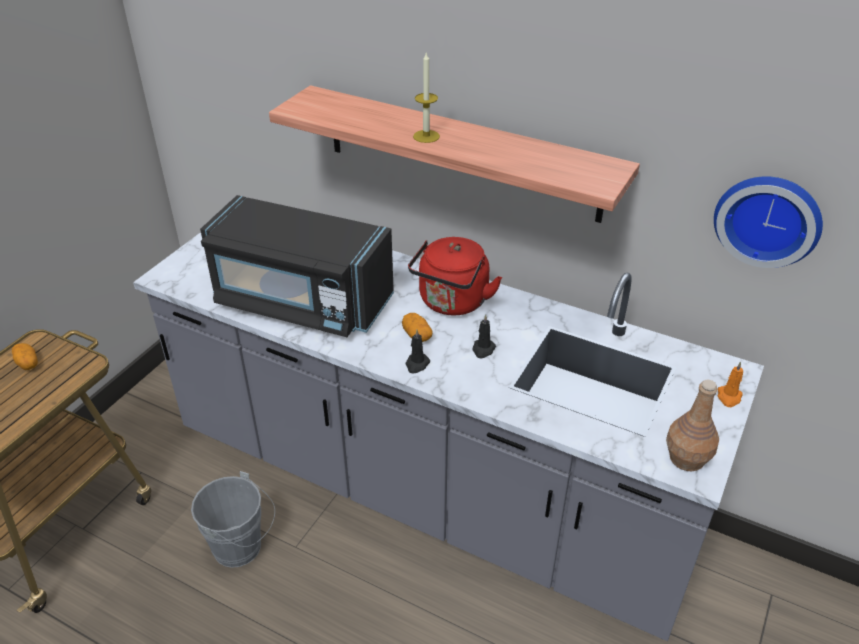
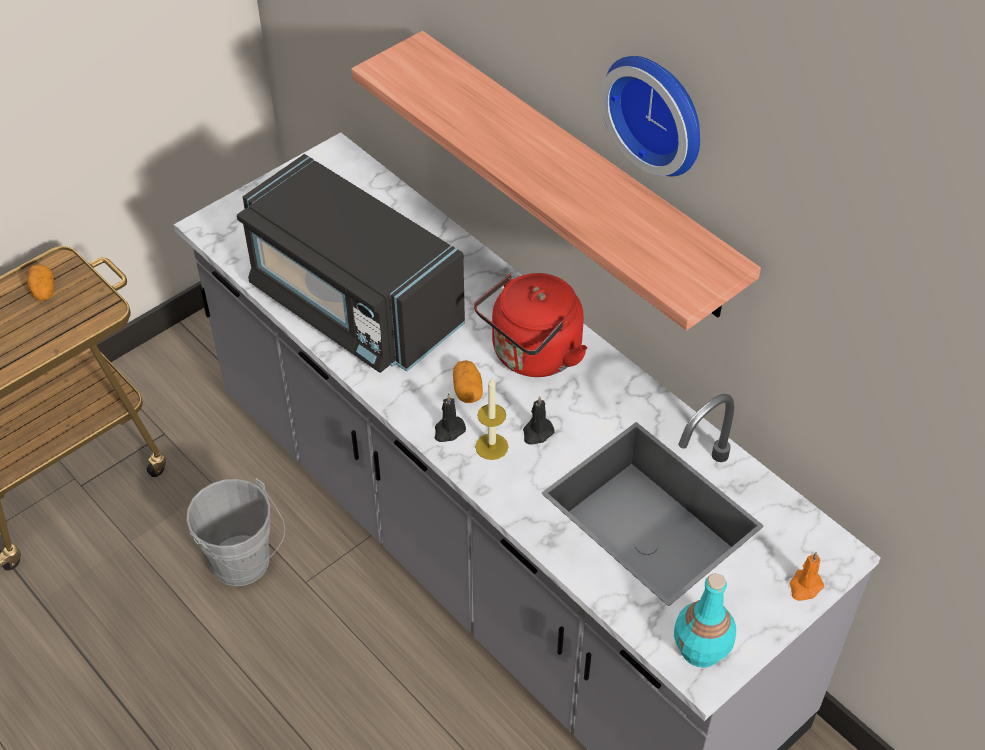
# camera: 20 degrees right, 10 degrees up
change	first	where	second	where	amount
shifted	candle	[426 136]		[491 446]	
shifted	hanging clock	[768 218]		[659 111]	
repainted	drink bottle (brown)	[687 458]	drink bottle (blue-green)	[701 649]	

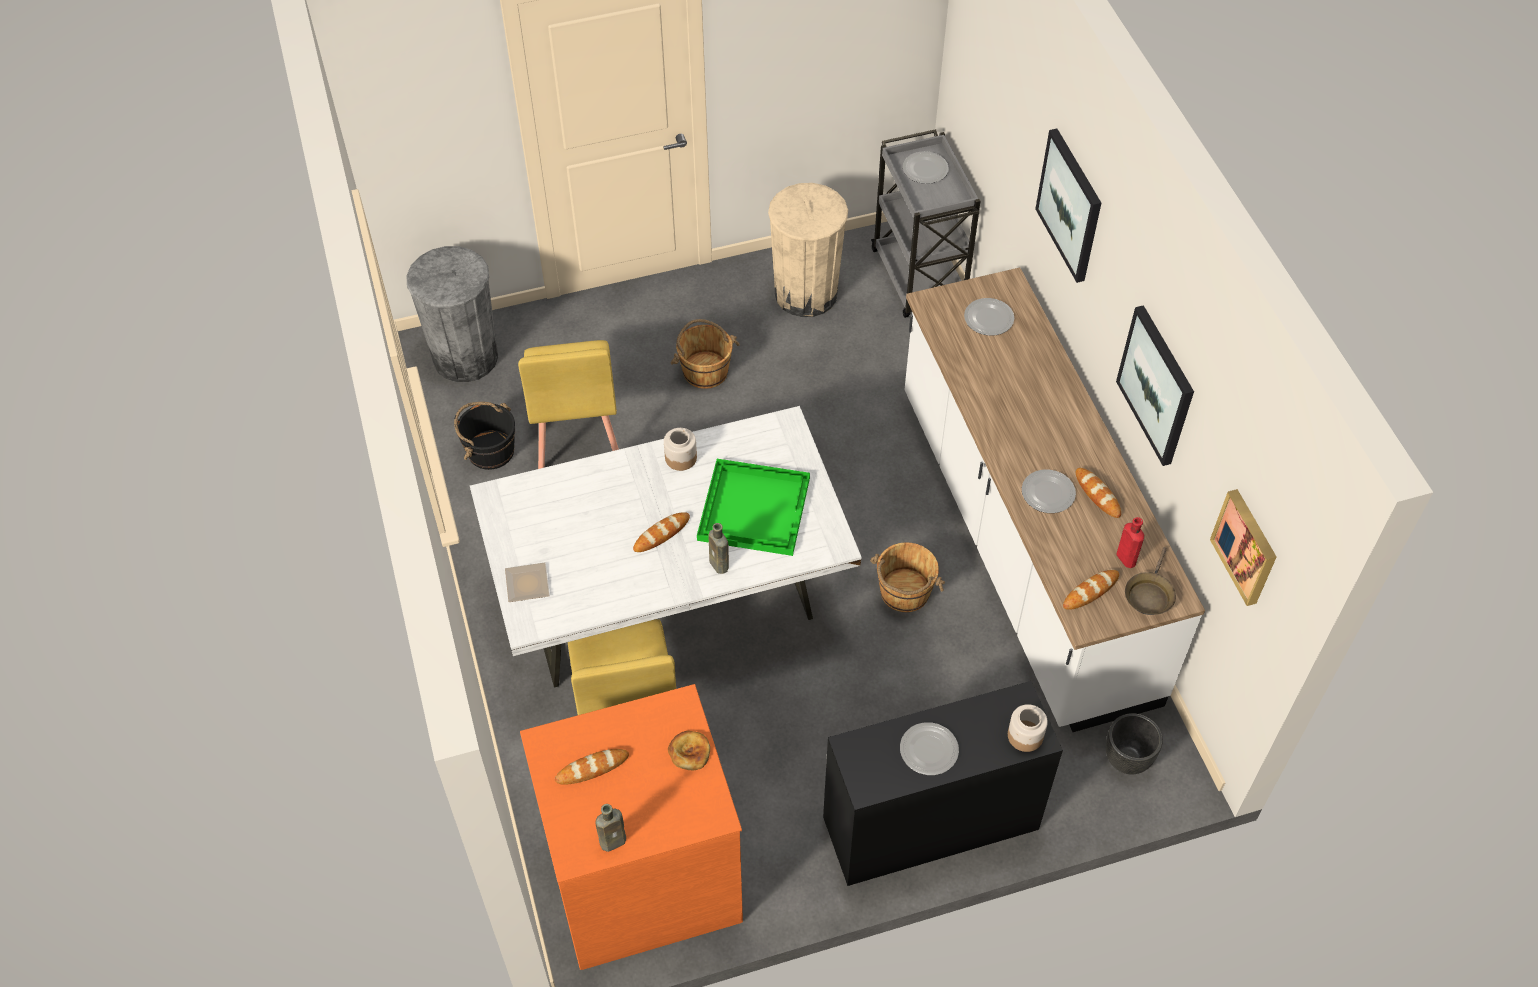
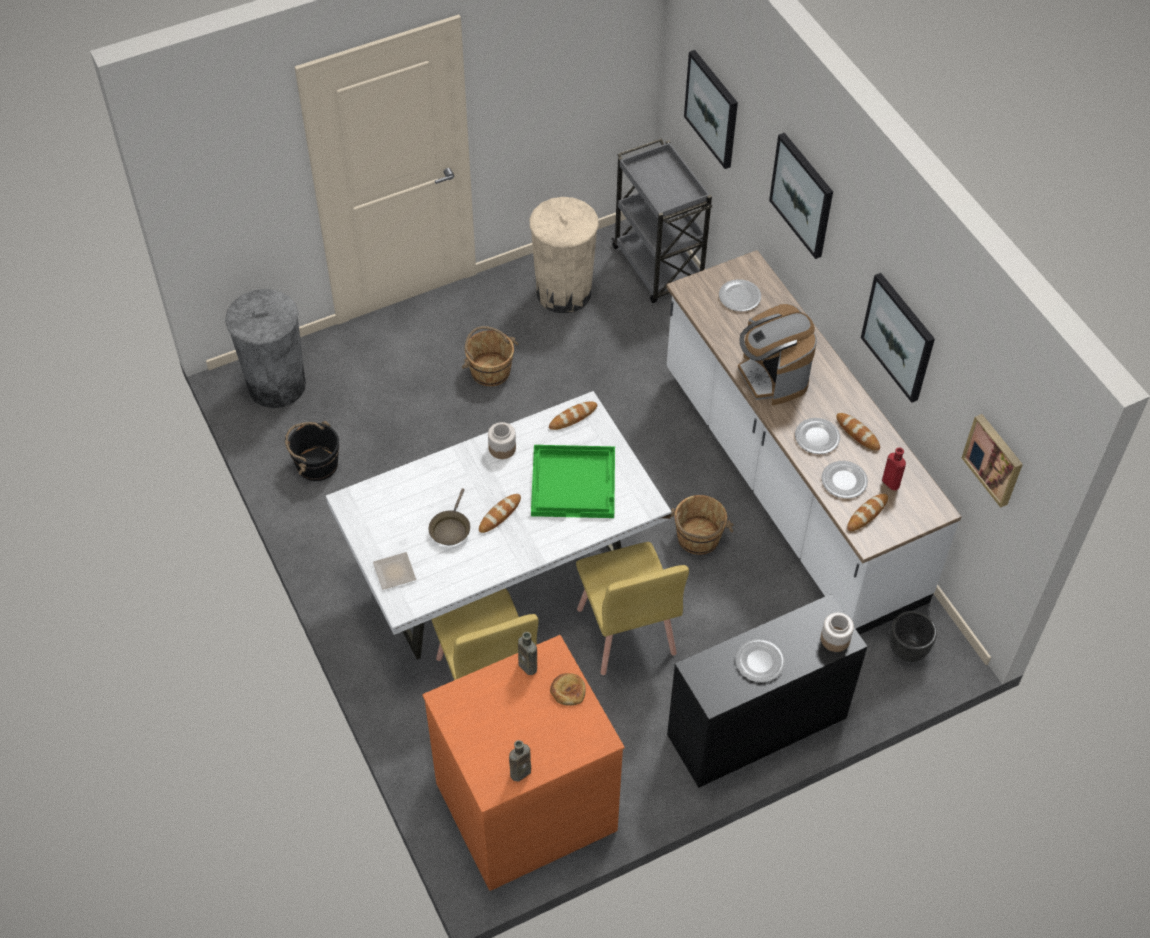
# camera: 10 degrees left, 0 degrees up
change	first	where	second	where	amount
shifted	frying pan (brown)	[1149 594]		[450 529]	
shifted	drink bottle (brown)	[720 565]		[528 667]	
shifted	bread	[592 768]		[573 417]	
shifted	plain chair (yellowish)	[576 436]		[625 632]	
new			wall picture	[712 108]	
new			coffee maker	[772 376]	
shifted	dinner plate	[925 170]		[844 481]	

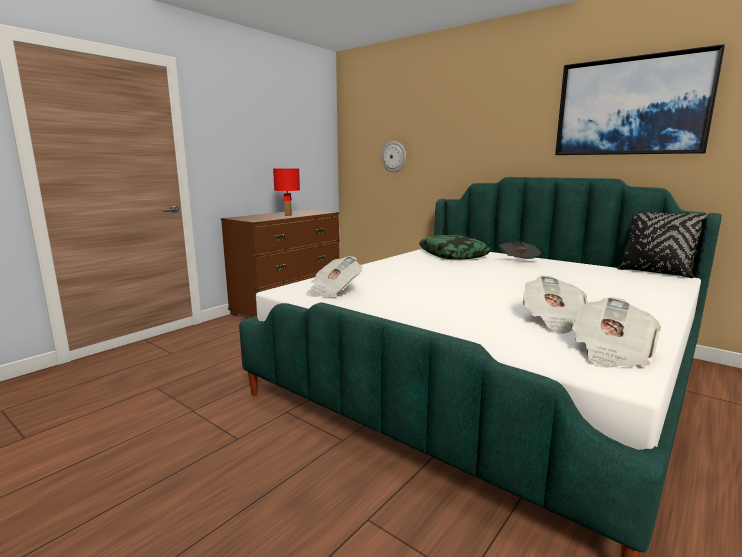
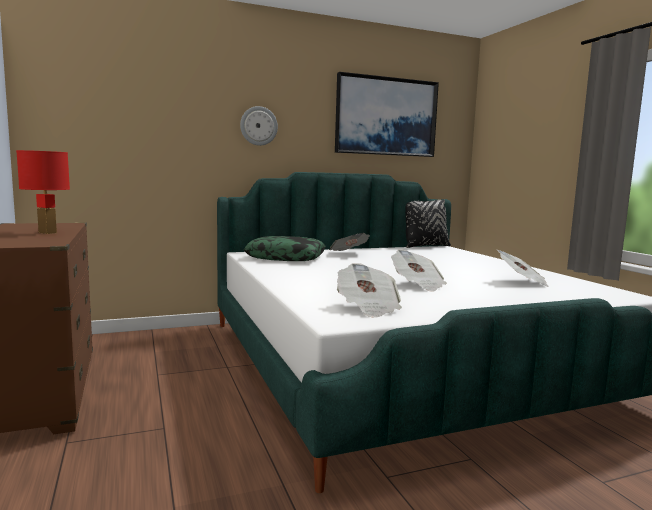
# camera: 60 degrees left, 5 degrees down
change	first	where	second	where	amount
shifted	hanging clock	[394 156]		[258 126]	
shifted	printed paper	[610 353]		[418 285]	

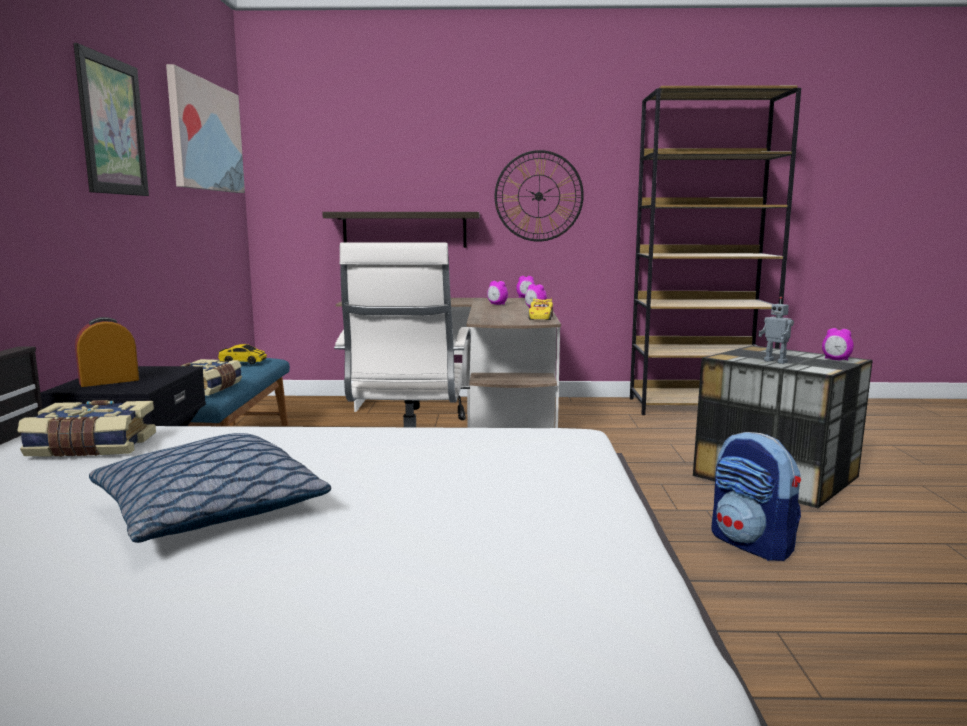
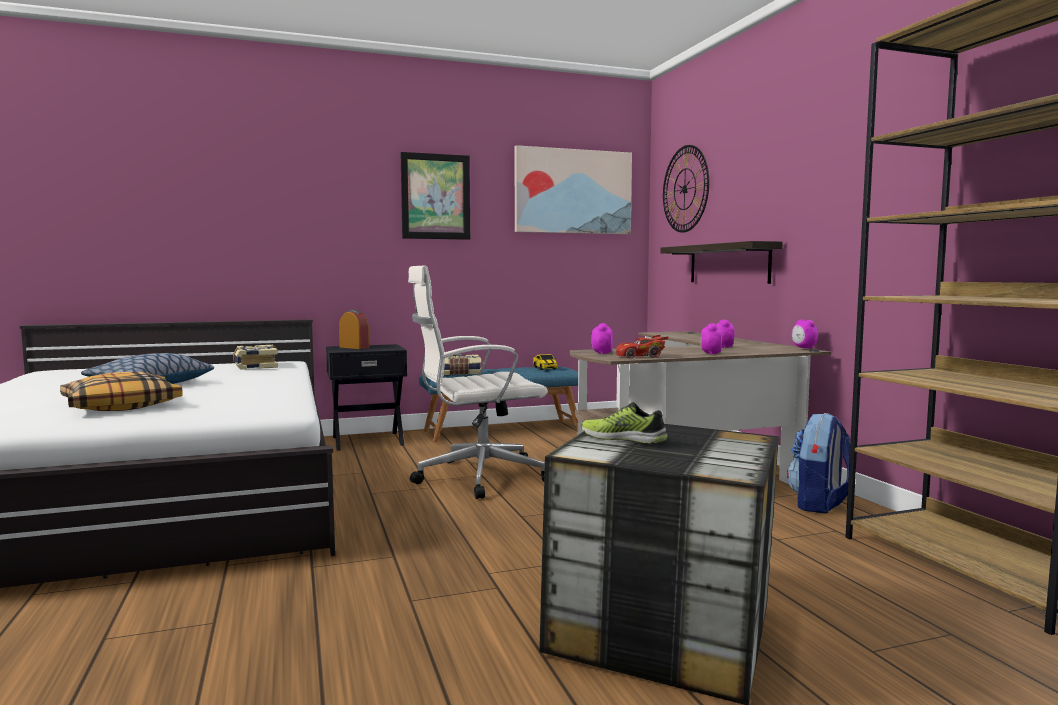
# camera: 70 degrees right, 5 degrees down
change	first	where	second	where	amount
new			pillow	[122 406]	
swapped	toy robot	[776 361]	shoe	[624 438]	
shifted	bedside clock	[836 360]		[601 353]	
repainted	model car (yellowish)	[540 318]	model car (red-coloured)	[641 357]	
shifted	hanging clock	[538 196]		[685 189]	
shifted	backpack	[752 544]		[820 504]	

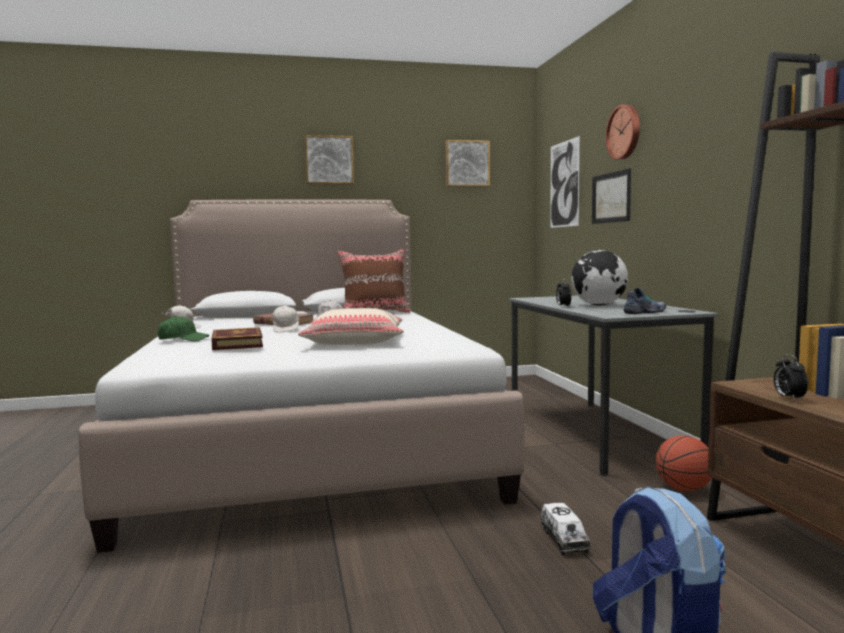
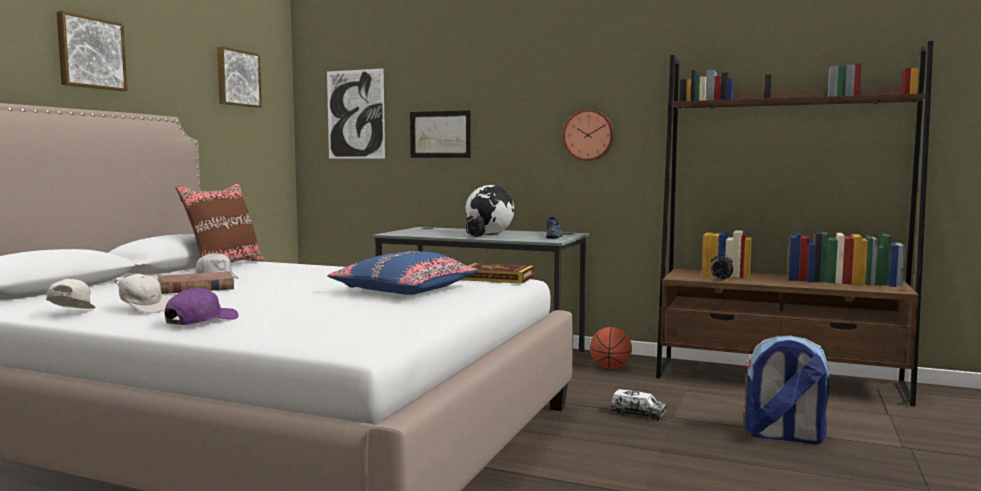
# camera: 55 degrees left, 0 degrees up
change	first	where	second	where	amount
shifted	cap (whitish)	[286 330]		[144 309]	
repainted	cap (green)	[183 339]	cap (purple-coloured)	[201 321]	
repainted	pillow (beige)	[354 342]	pillow (blue-coloured)	[405 290]	
shifted	volume	[237 343]		[497 278]	
shifted	hanging clock	[625 132]		[589 135]	

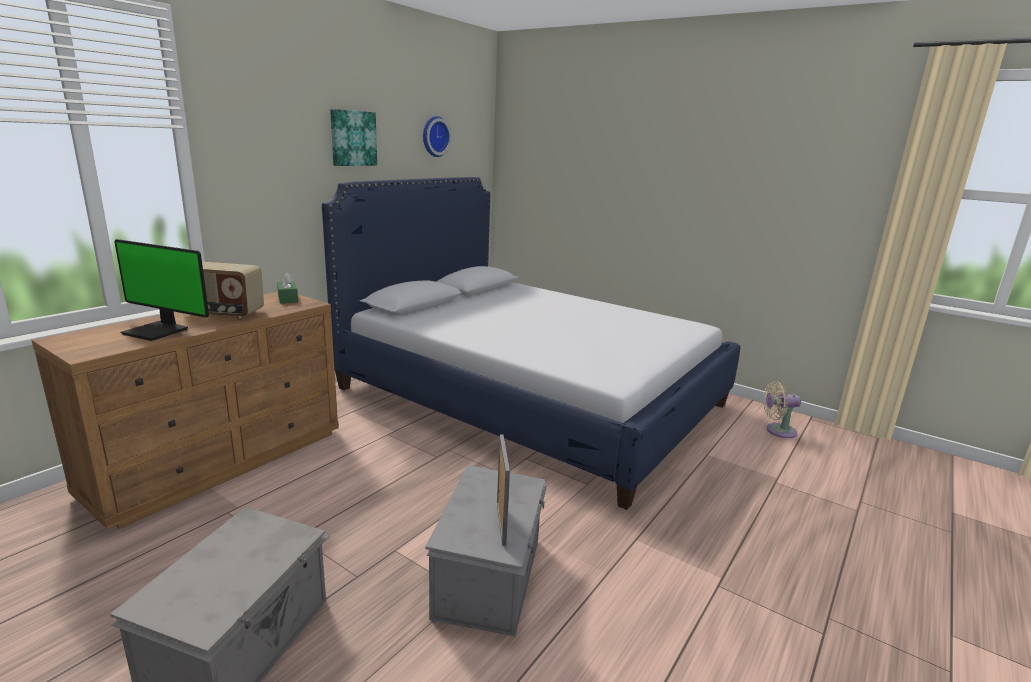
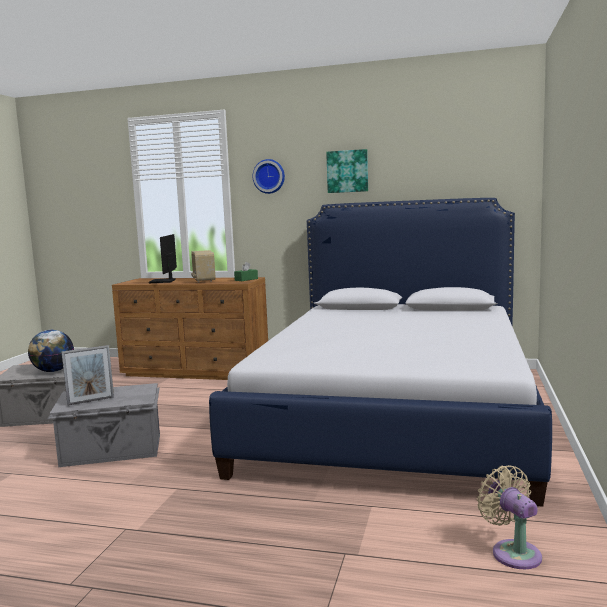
# camera: 70 degrees right, 10 degrees down
change	first	where	second	where	amount
new			desk globe	[53 371]	
shifted	hanging clock	[434 136]		[269 176]	

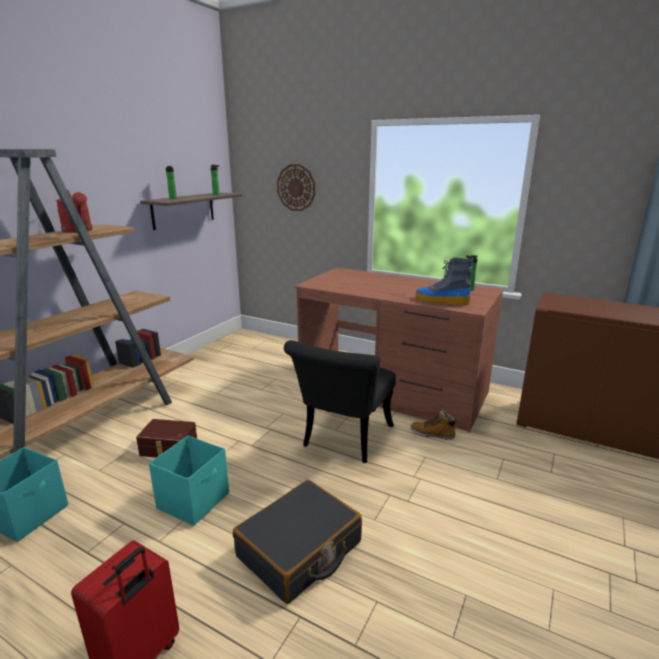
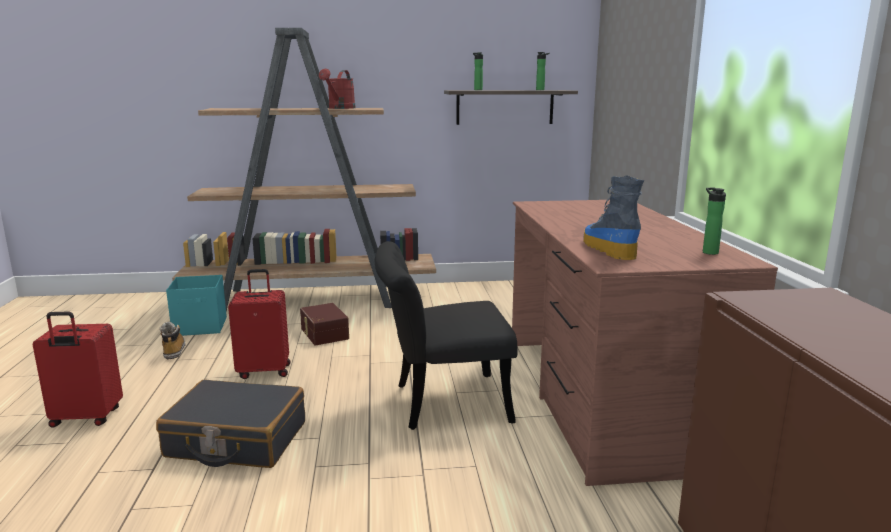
# camera: 55 degrees right, 5 degrees down
change	first	where	second	where	amount
shifted	boot	[432 434]		[173 350]	
swapped	storage bin (blue-green)	[194 500]	travel case (red-coloured)	[264 371]	
gone	hanging clock	[296 187]			

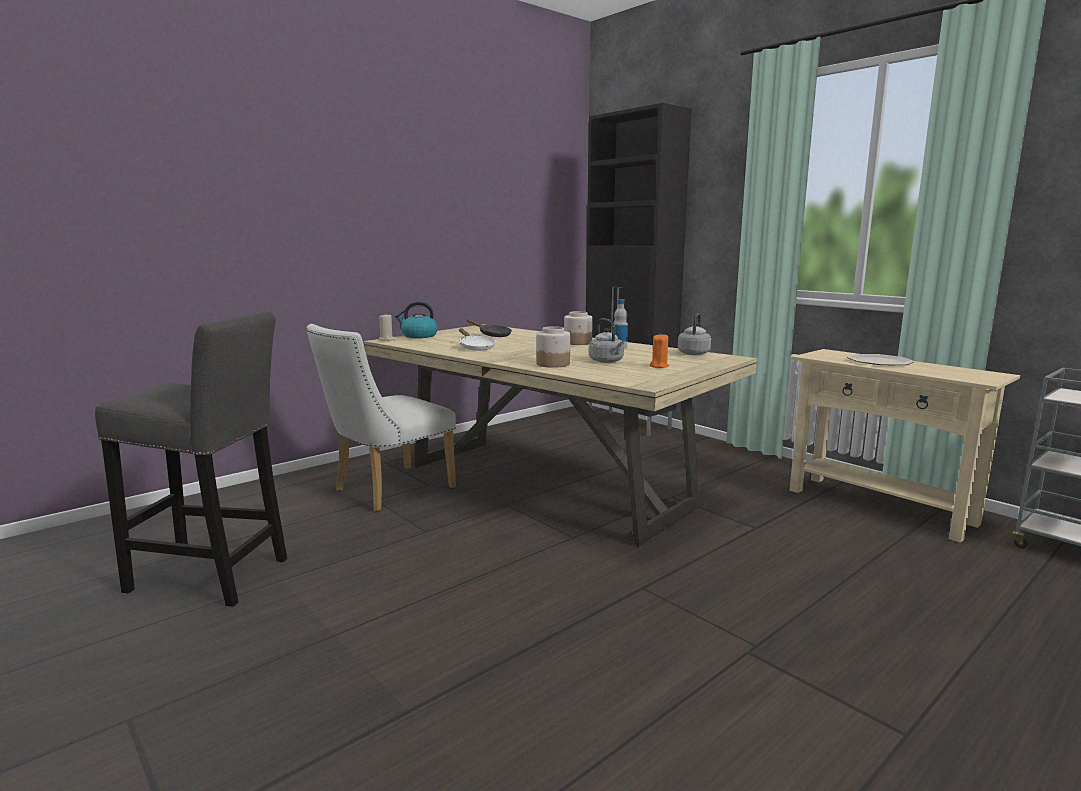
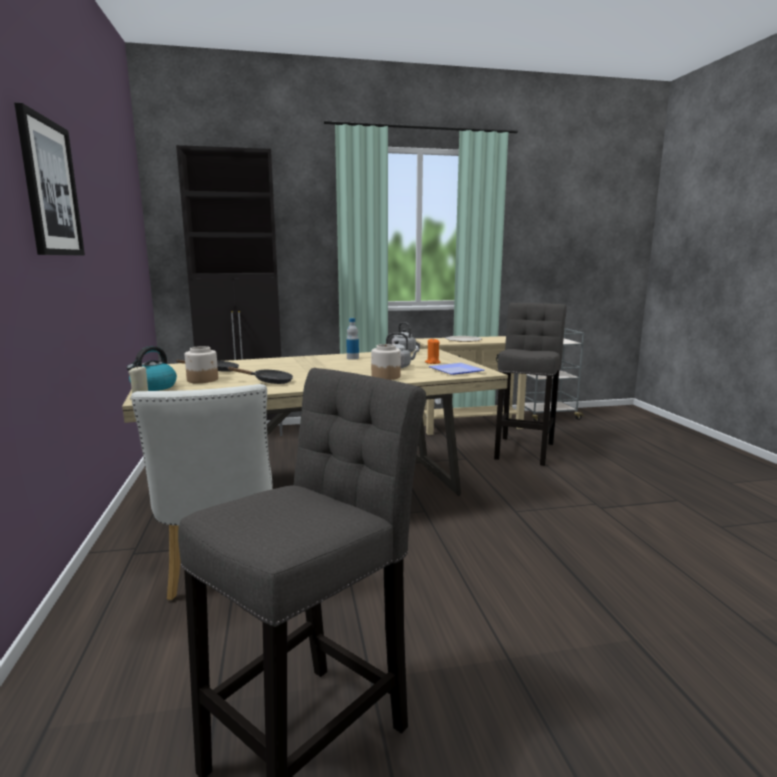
# camera: 60 degrees left, 0 degrees up
change	first	where	second	where	amount
new			wall picture	[50 188]	
shifted	preserve jar	[578 343]		[203 380]	
repainted	frying pan (whitish)	[475 347]	frying pan (black)	[269 382]	
new			dinner plate	[456 370]	
new			stool seat (greyish)	[524 449]	

